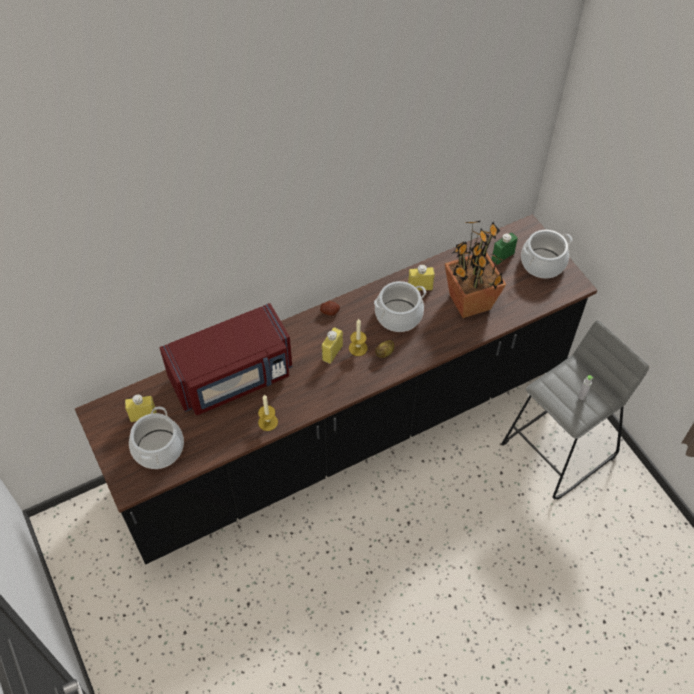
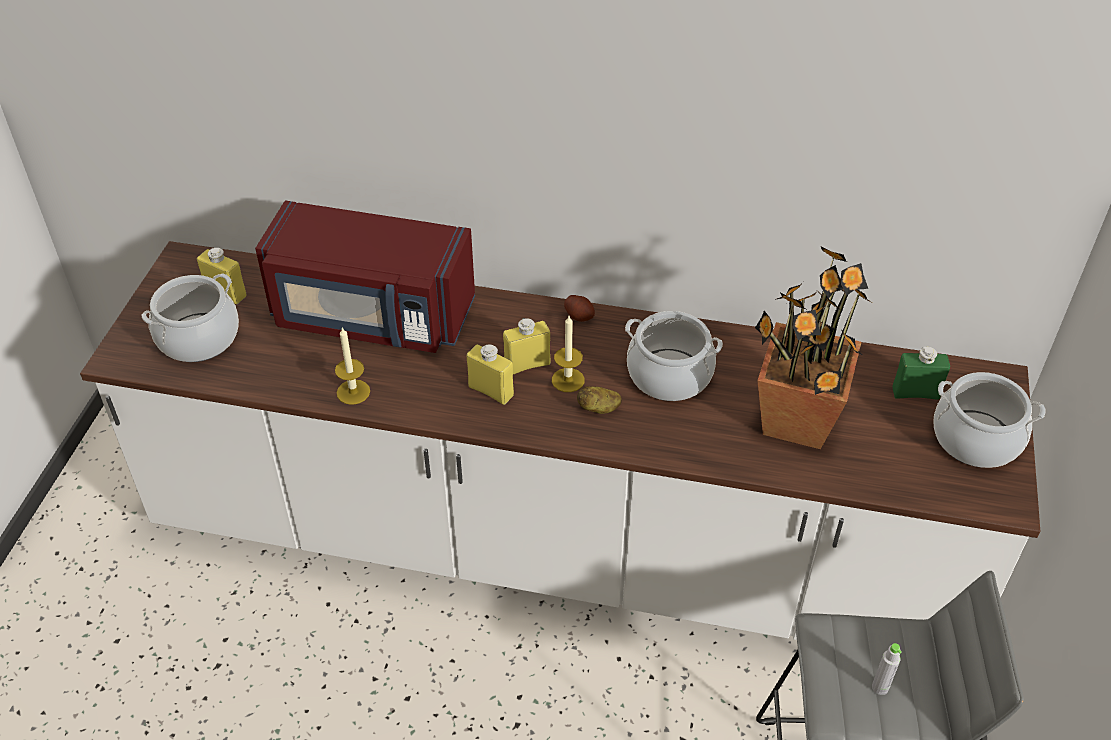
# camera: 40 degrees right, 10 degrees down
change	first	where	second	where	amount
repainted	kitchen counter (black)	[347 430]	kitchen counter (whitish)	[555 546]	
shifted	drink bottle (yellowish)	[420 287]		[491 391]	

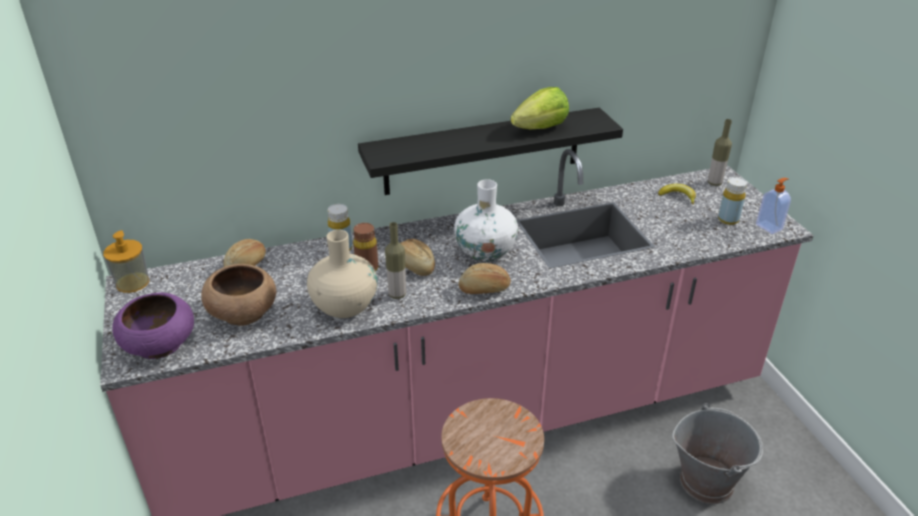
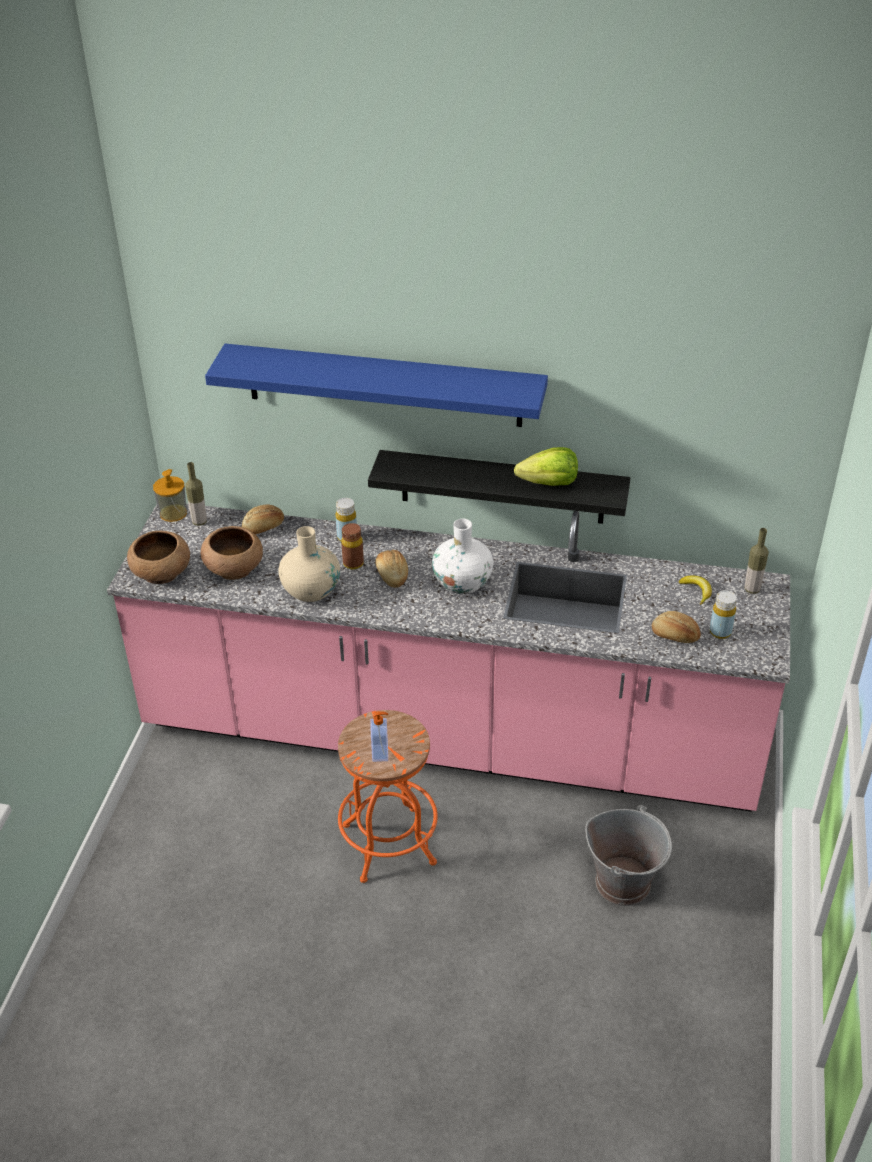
# camera: 30 degrees right, 5 degrees up
change	first	where	second	where	amount
repainted	serving bowl (purple-coloured)	[159 345]	serving bowl (brown)	[161 573]	
shifted	drink bottle	[397 294]		[199 522]	
new			bracket shelf (blue-coloured)	[384 385]	
shifted	liquid soap bottle	[769 227]		[381 753]	
shifted	bread	[484 289]		[674 636]	

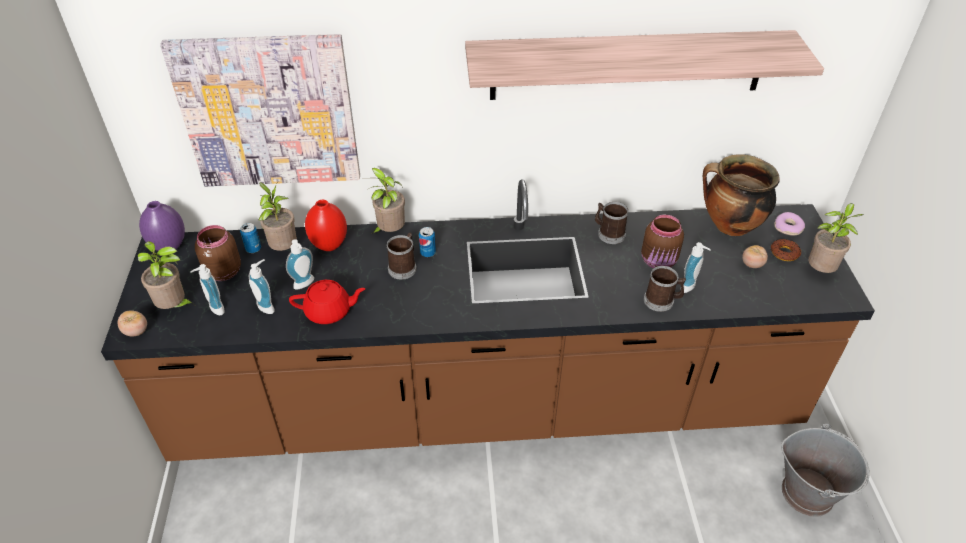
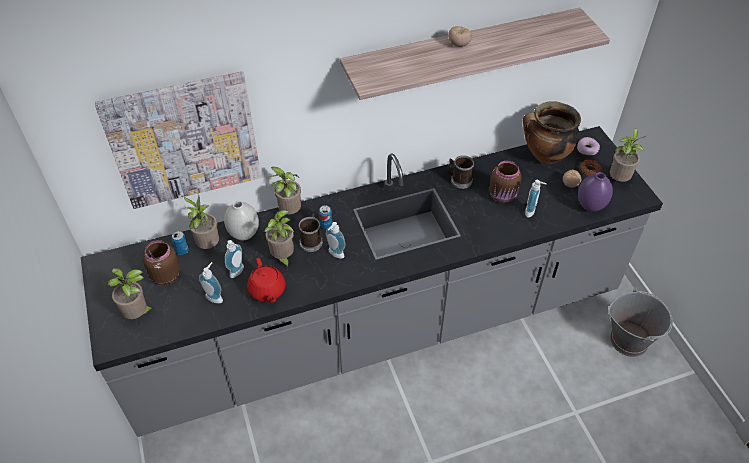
# camera: 15 degrees left, 5 degrees up
change	first	where	second	where	amount
repainted	kitchen counter (brown)	[482 406]	kitchen counter (greyish)	[374 330]	
repainted	decorative vase (red-coloured)	[328 245]	decorative vase (whitish)	[244 235]	
rotated	teapot (red-coloured)	[329 312]		[267 290]	90 degrees clockwise
new			potted plant	[283 257]	
shifted	liquid soap bottle	[214 309]		[335 255]	
shifted	tomato	[136 331]		[459 44]	
shifted	decorative vase (purple-coloured)	[169 247]		[590 206]	
gone	coffee mug	[662 301]			

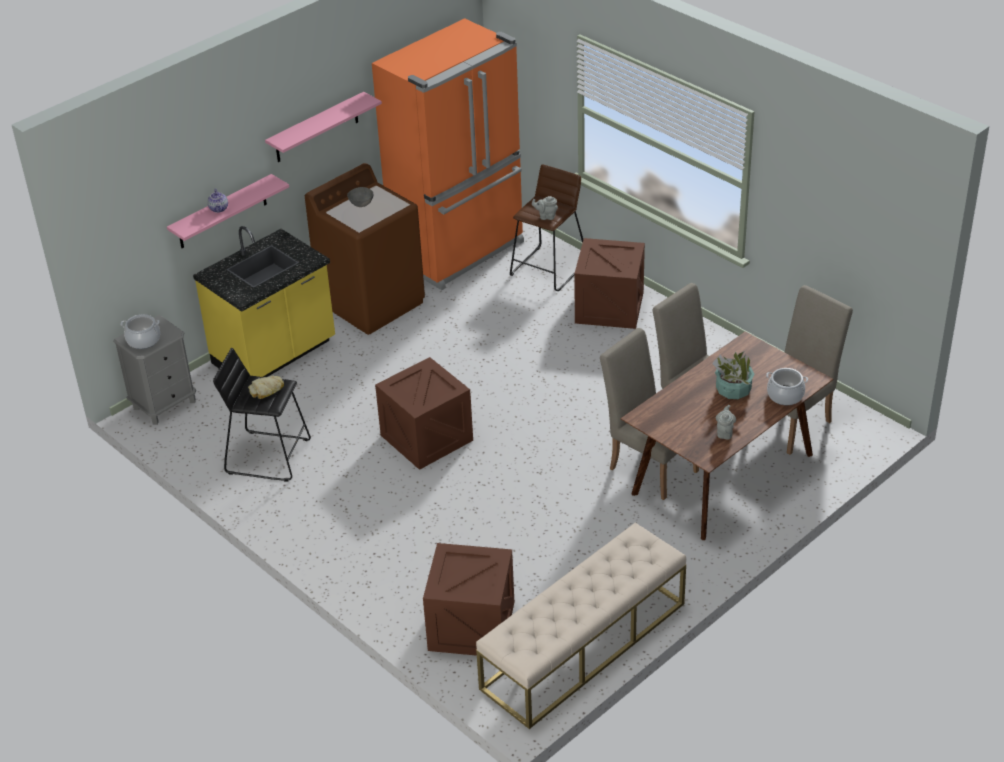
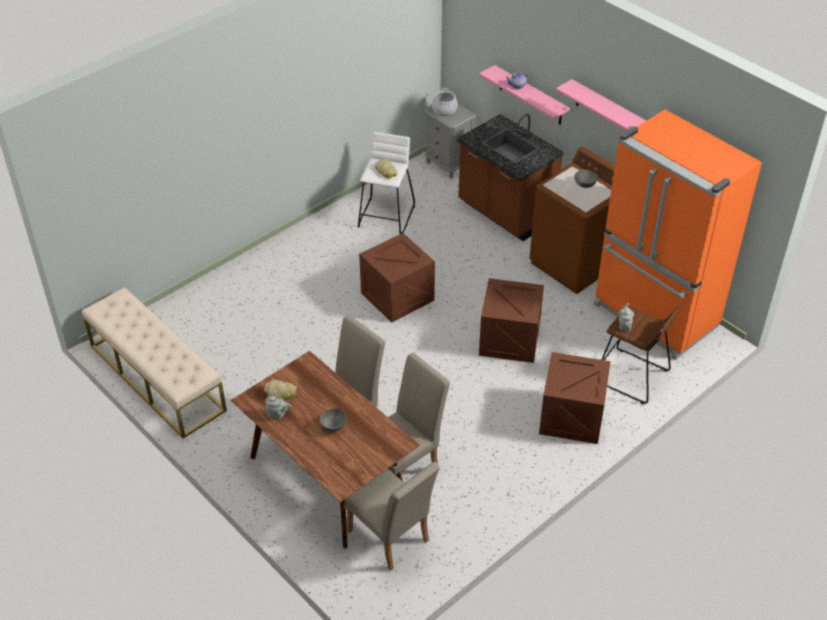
# camera: 90 degrees right, 5 degrees up
change	first	where	second	where	amount
new			bread	[280 392]	
swapped	potted plant	[733 390]	serving bowl (greyish)	[334 426]	
repainted	stool seat (black)	[268 455]	stool seat (whitish)	[386 216]	
repainted	kitchen counter (yellowish)	[275 355]	kitchen counter (brown)	[505 213]	
shifted	shipping crate	[471 626]		[509 339]	
gone	cooking pot	[785 396]			

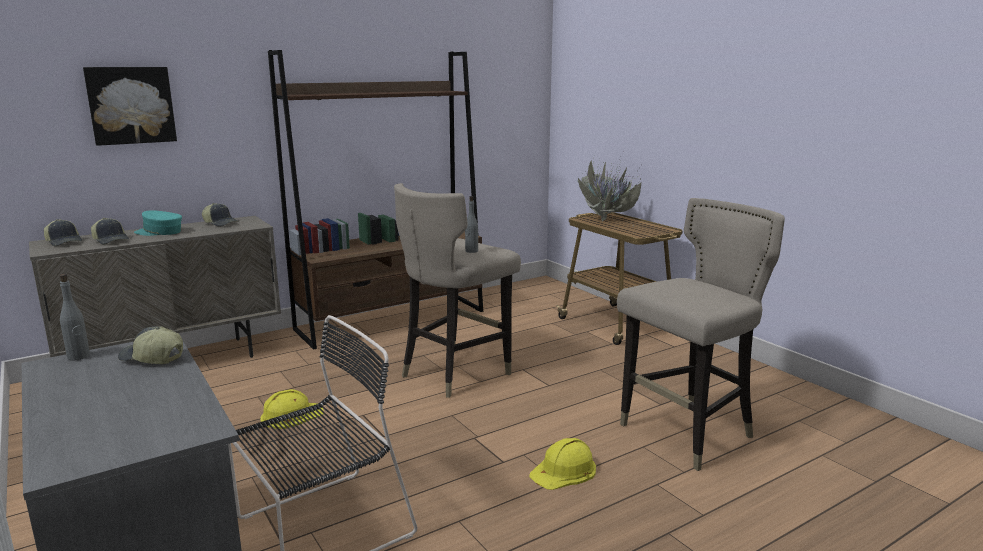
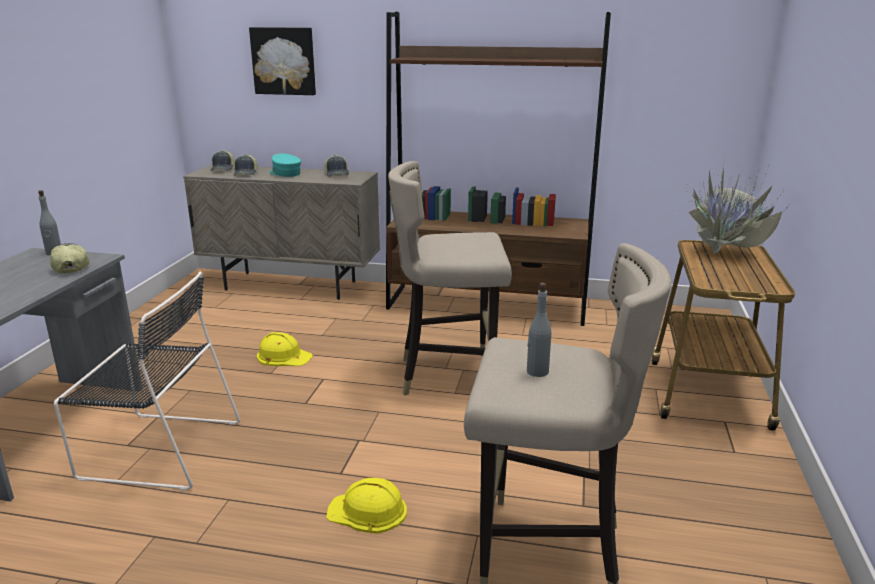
# camera: 45 degrees right, 5 degrees up
change	first	where	second	where	amount
shifted	drink bottle (greyish)	[471 251]		[537 372]	

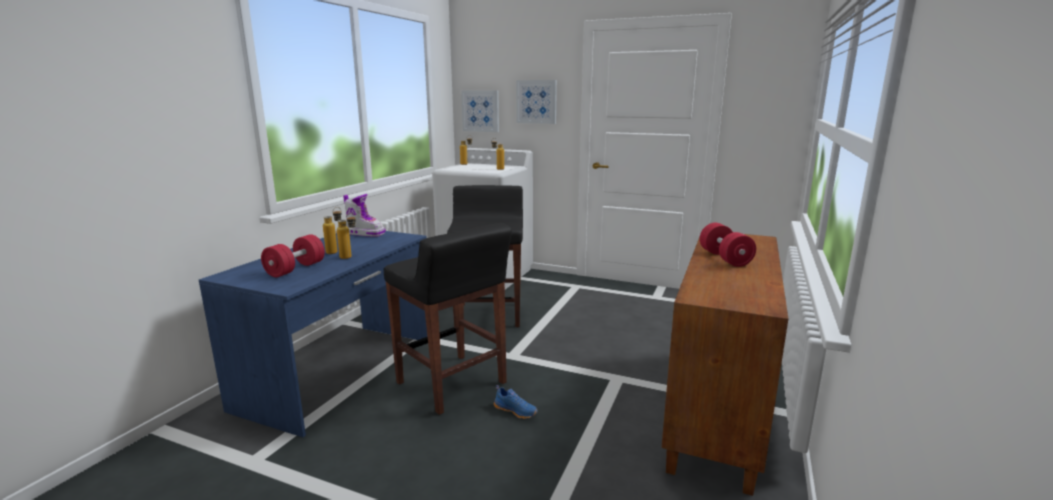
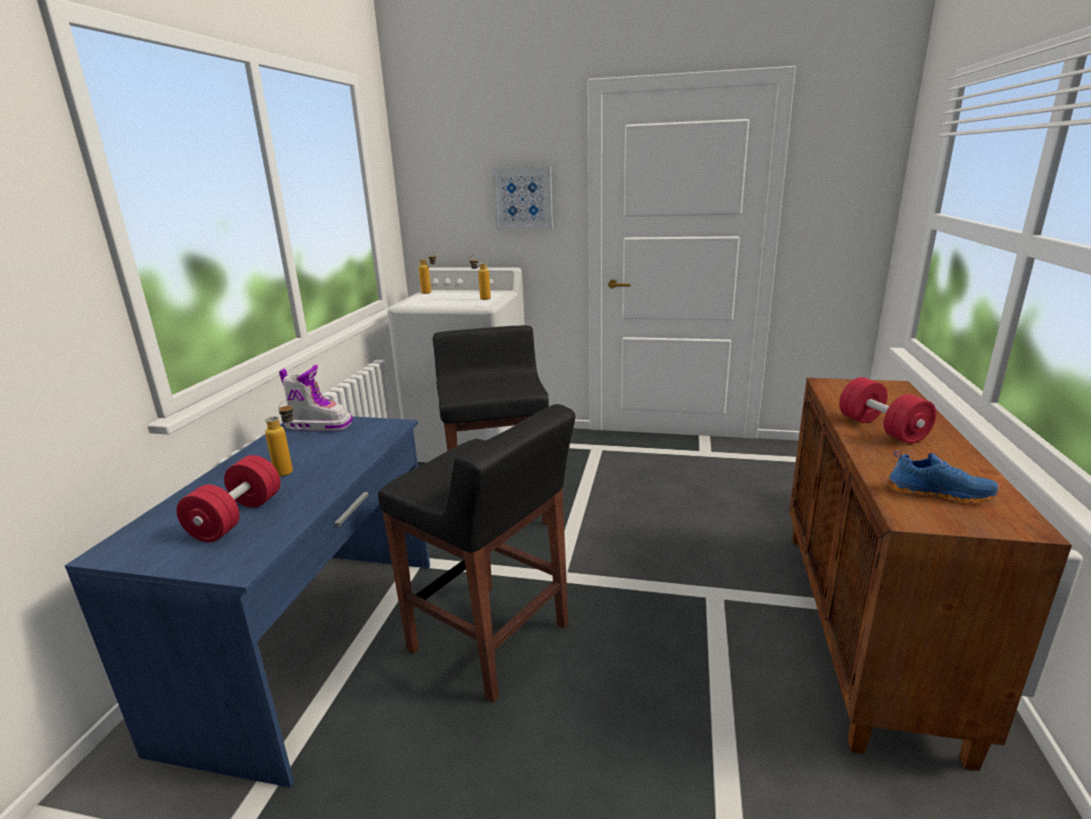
# camera: 10 degrees left, 5 degrees up
change	first	where	second	where	amount
shifted	shoe (blue-coloured)	[516 410]		[938 492]	
gone	drink bottle	[350 257]			
gone	wall picture	[480 111]			

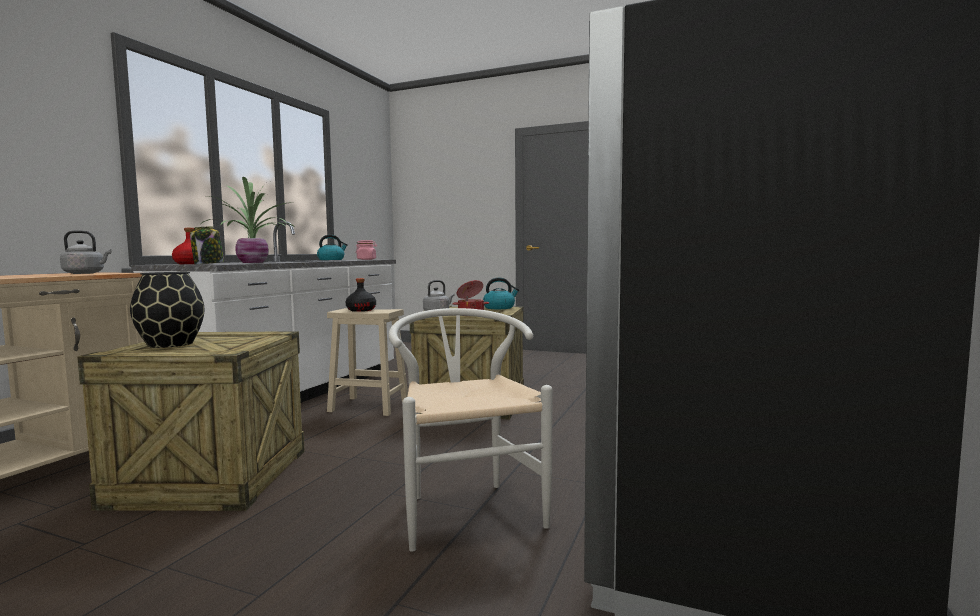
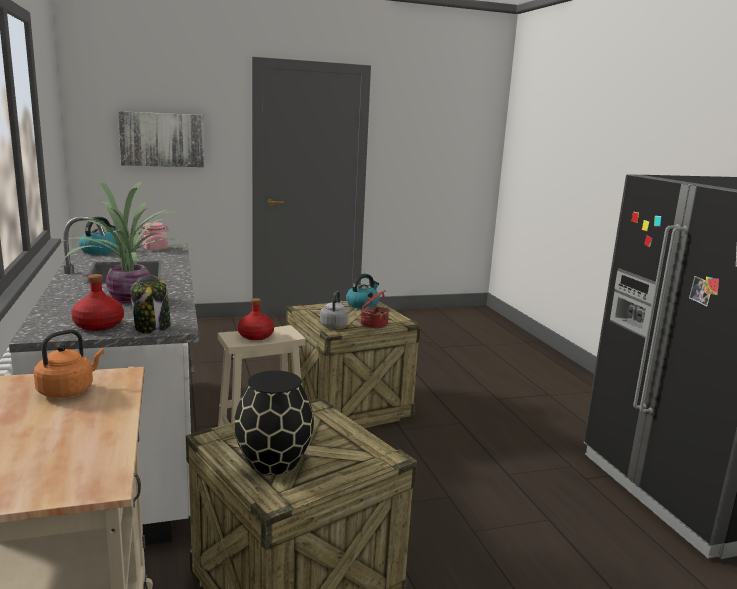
# camera: 40 degrees left, 10 degrees up
change	first	where	second	where	amount
repainted	tea kettle (greyish)	[86 273]	tea kettle (orange)	[68 390]	
new			wall picture	[162 139]	
repainted	drink bottle (black)	[361 310]	drink bottle (red-coloured)	[255 336]	
gone	plain chair (whitish)	[466 508]			

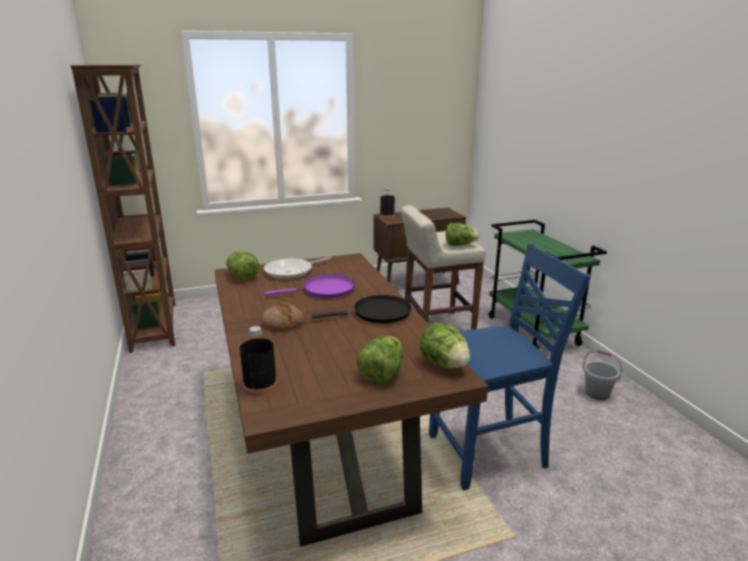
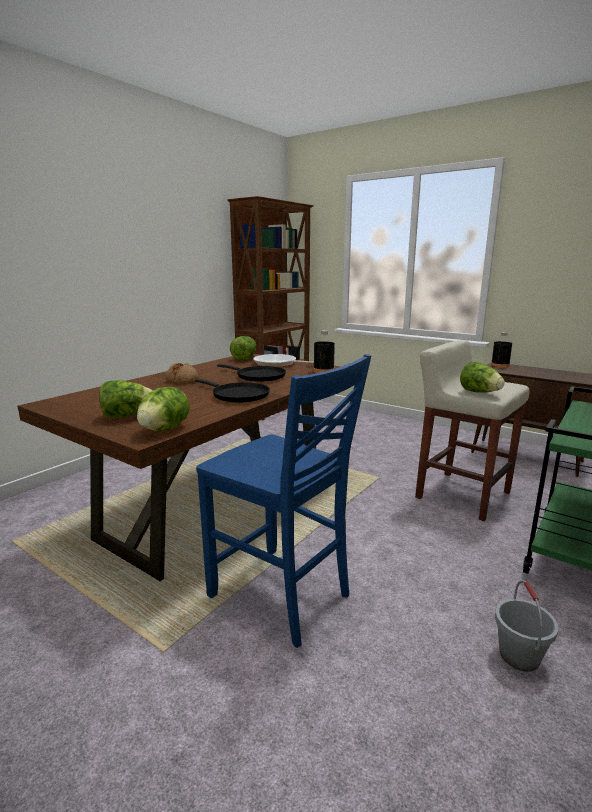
# camera: 55 degrees right, 5 degrees down
change	first	where	second	where	amount
repainted	frying pan (purple-coloured)	[325 290]	frying pan (black)	[258 376]	
shifted	drink bottle (black)	[260 385]		[323 371]	

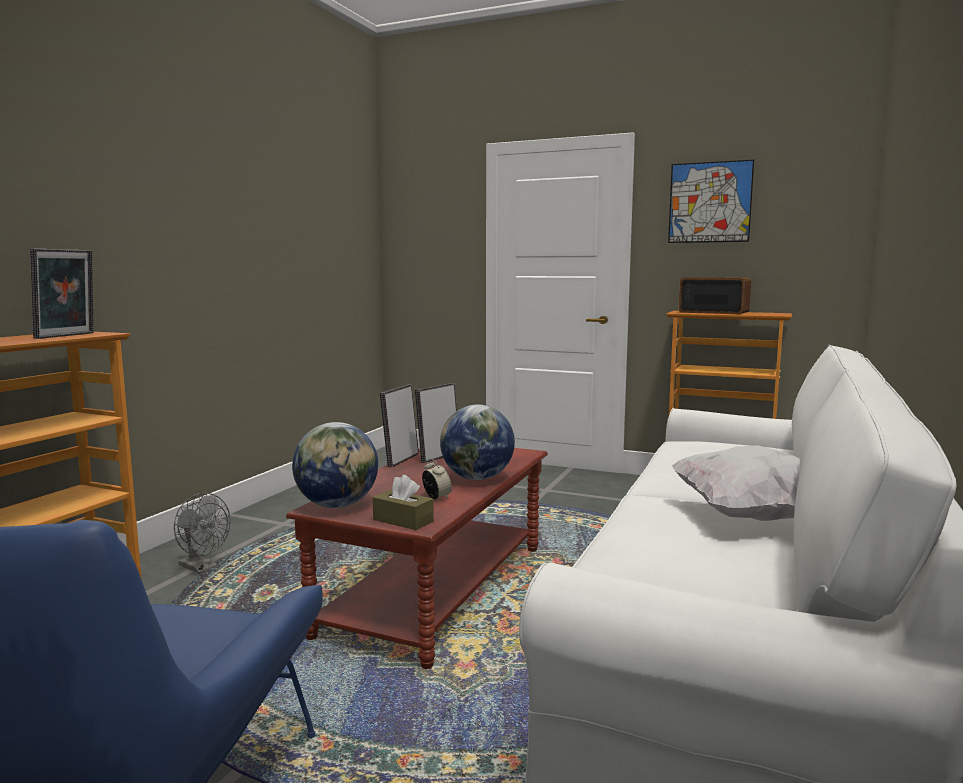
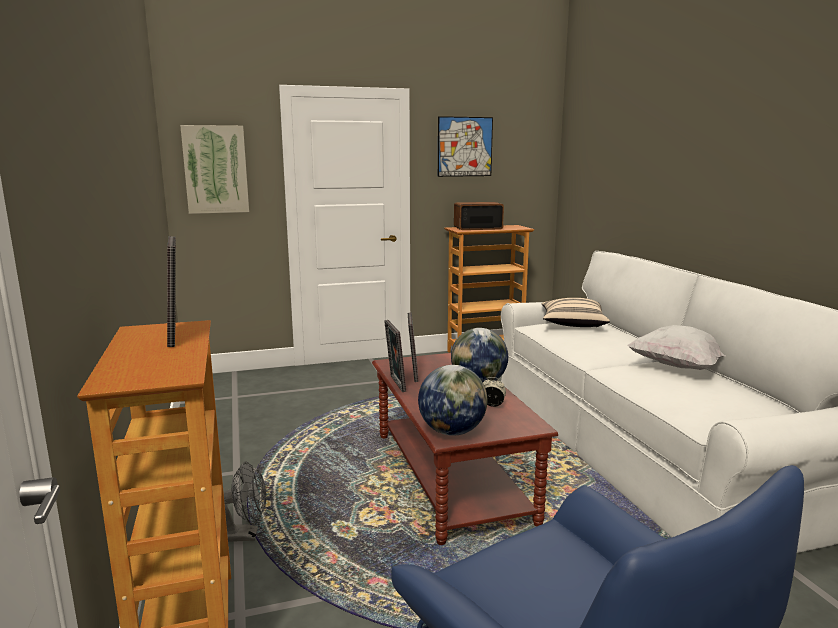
# camera: 40 degrees left, 5 degrees up
change	first	where	second	where	amount
new			wall picture	[216 169]	
new			pillow (beige)	[572 324]	
gone	tissue box (brown)	[403 520]			

